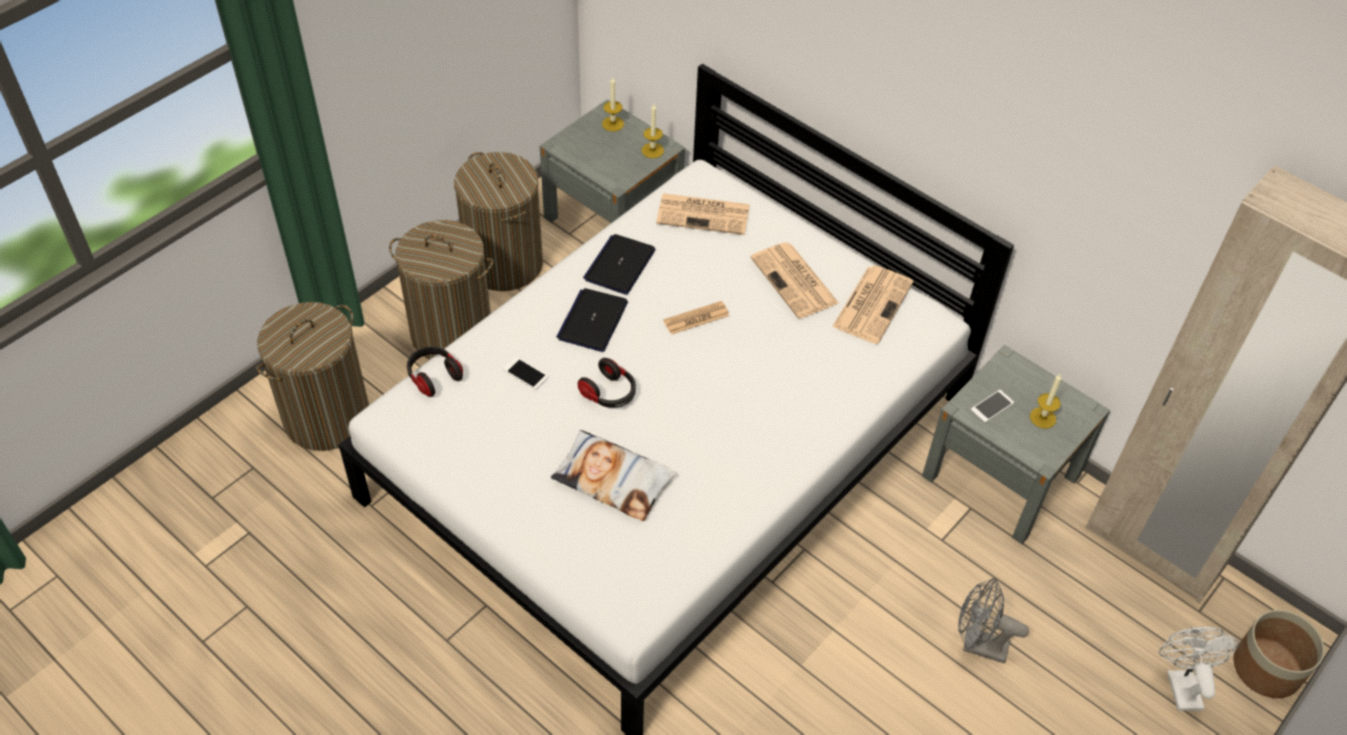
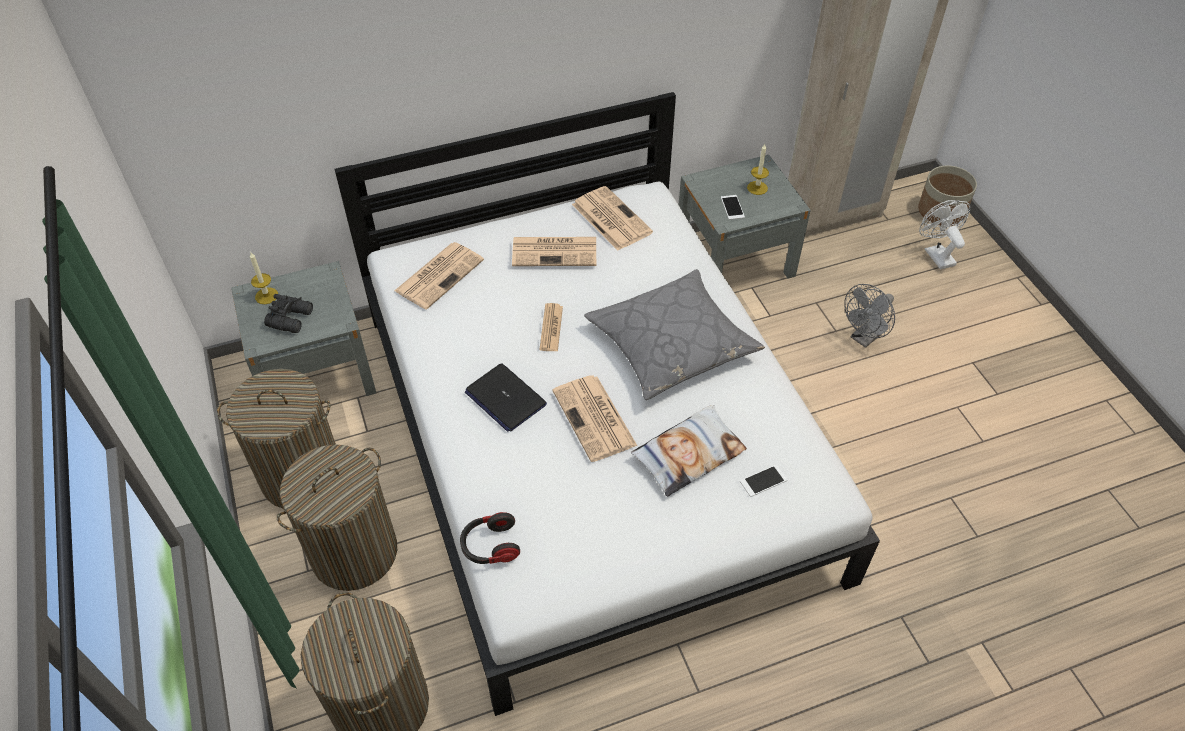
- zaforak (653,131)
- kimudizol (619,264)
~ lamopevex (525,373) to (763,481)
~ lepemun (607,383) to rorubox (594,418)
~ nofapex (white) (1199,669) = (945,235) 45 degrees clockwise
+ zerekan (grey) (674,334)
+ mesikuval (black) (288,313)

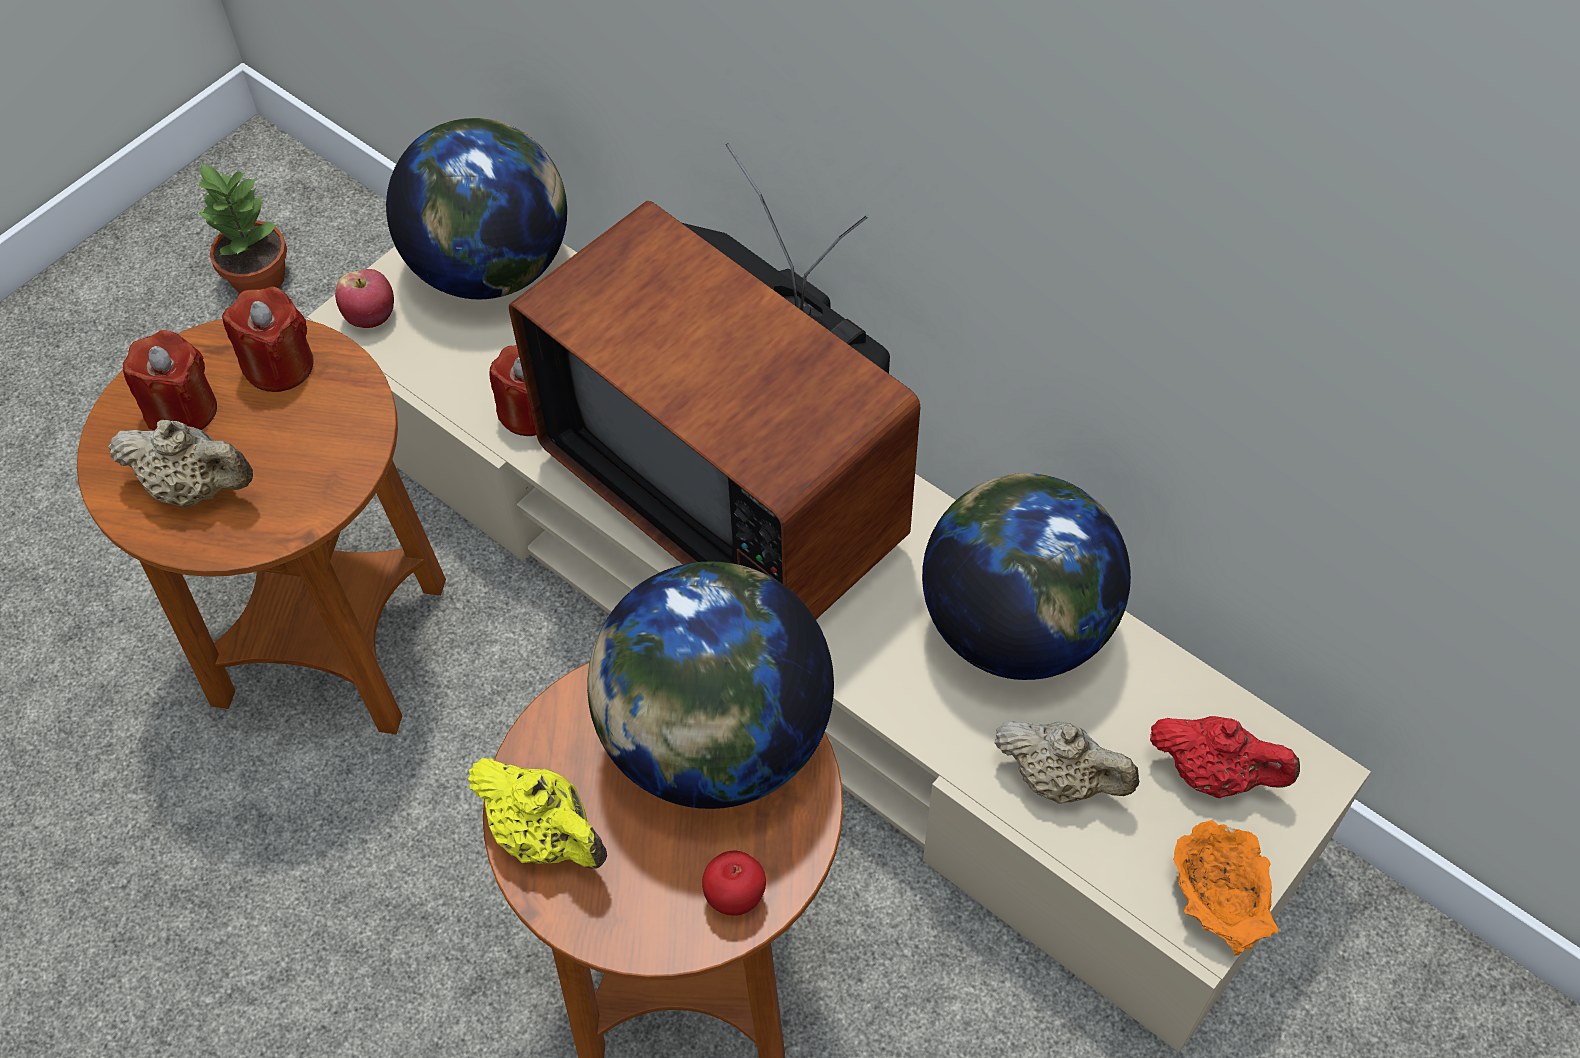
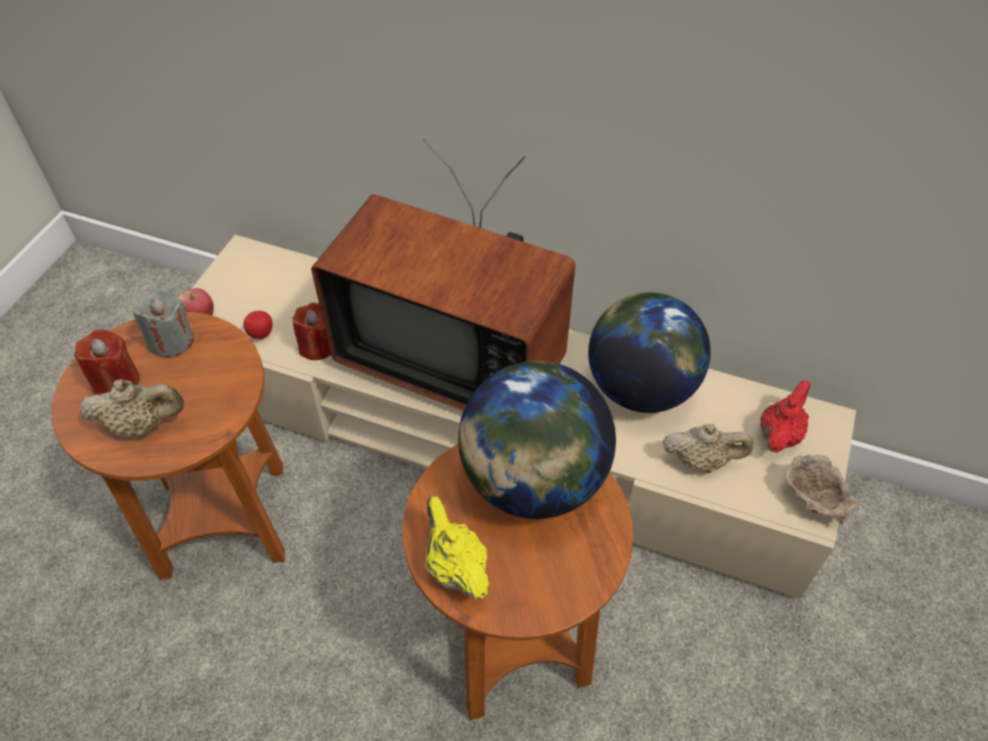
- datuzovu (476,208)
- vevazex (241,227)
~ zaforak (red) (268,339) to zaforak (grey) (163,322)
~ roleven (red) (1225,757) = (785,416) 60 degrees counterclockwise
~ roleven (yellow) (537,813) = (457,548) 135 degrees counterclockwise
~ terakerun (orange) (1226,888) to terakerun (beige) (822,490)
~ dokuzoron (734,883) to (258,325)

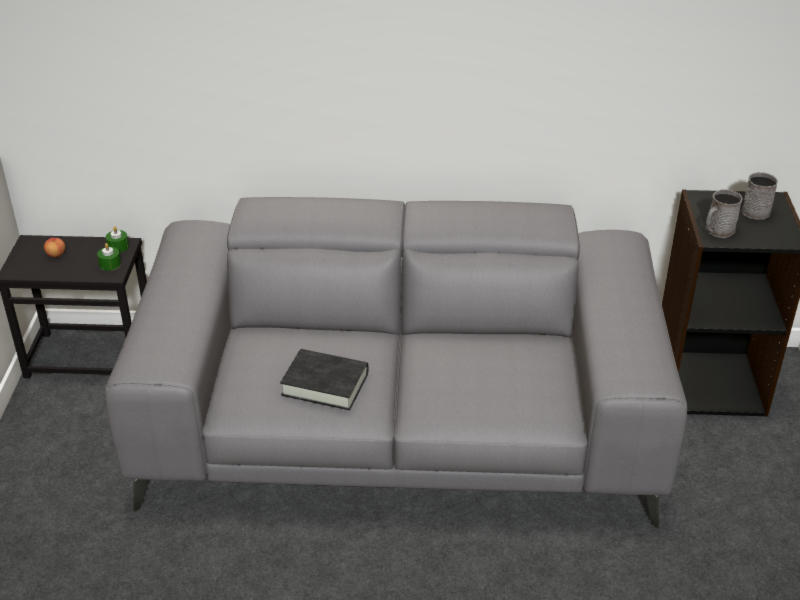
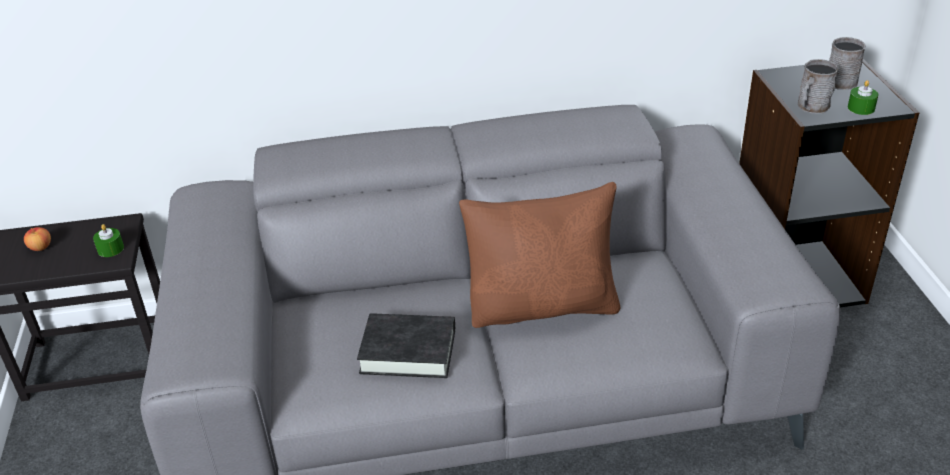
~ zaforak (green) (117,239) to (863,97)
+ zerekan (brown) (540,255)

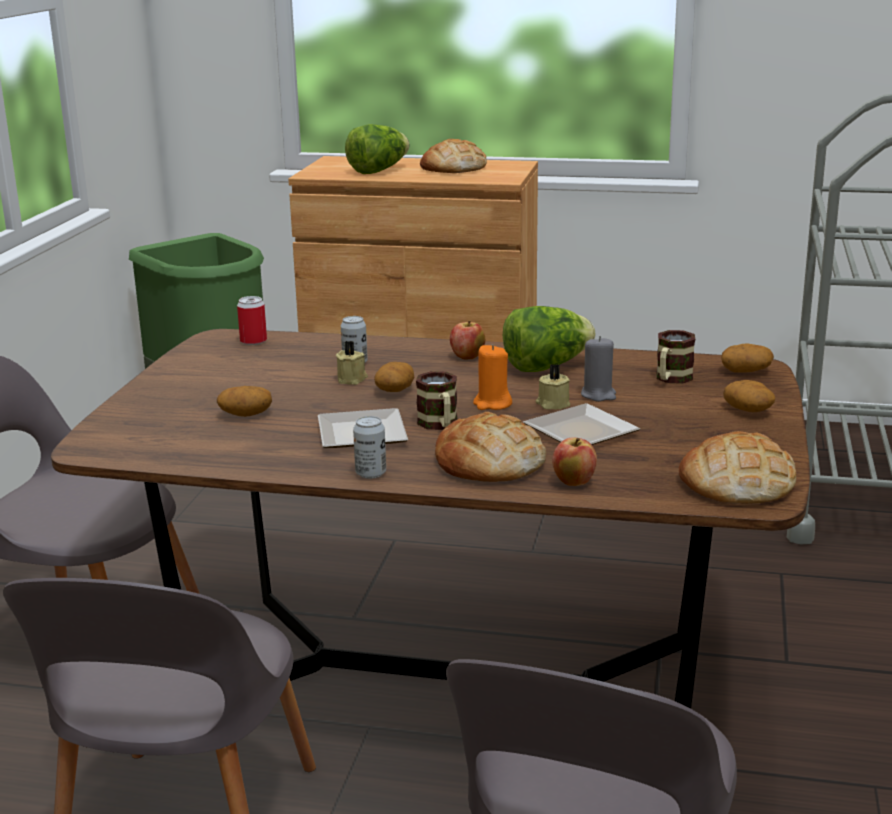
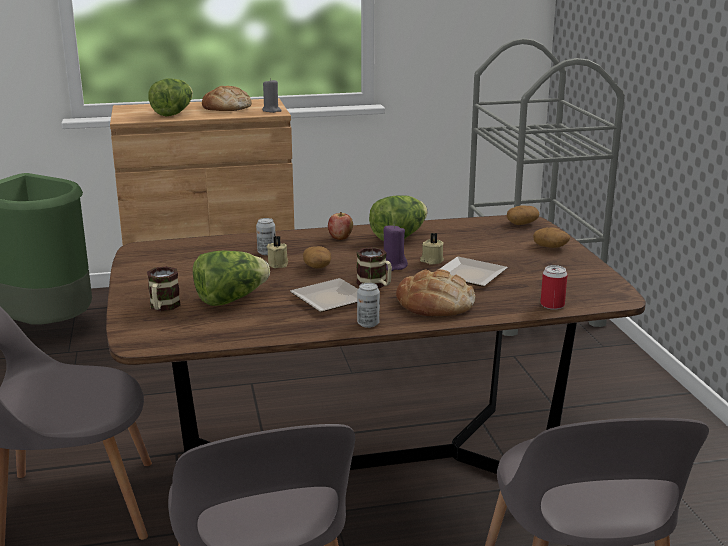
~ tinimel (252,320) to (554,287)
~ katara (675,357) to (164,288)
~ zaforak (grey) (598,369) to (272,95)
~ zaforak (orange) (492,377) to zaforak (purple) (396,247)
~ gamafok (244,401) to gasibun (231,278)
- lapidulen (737,467)
- dokuzoron (574,461)

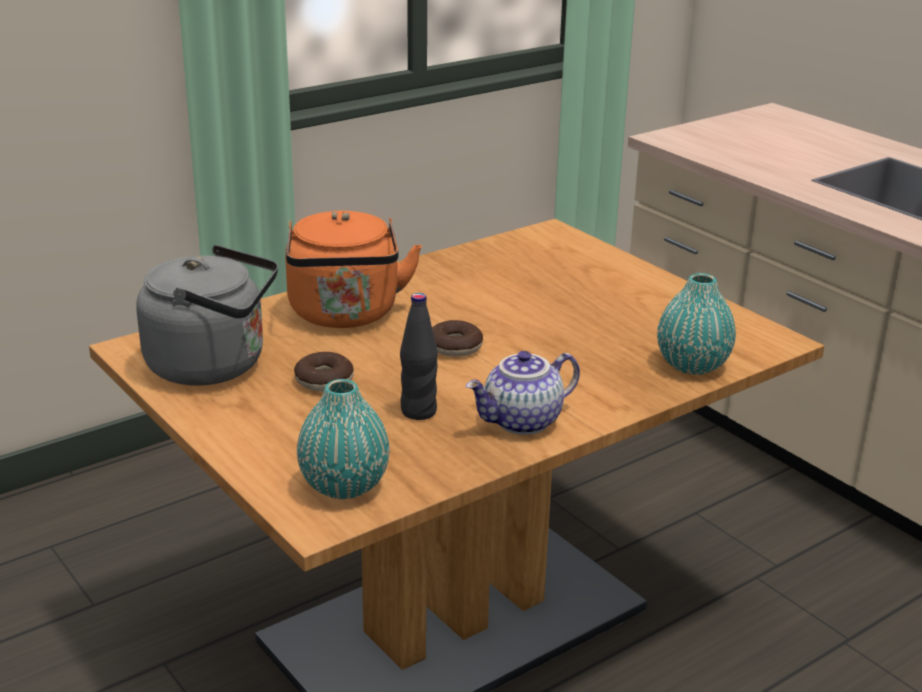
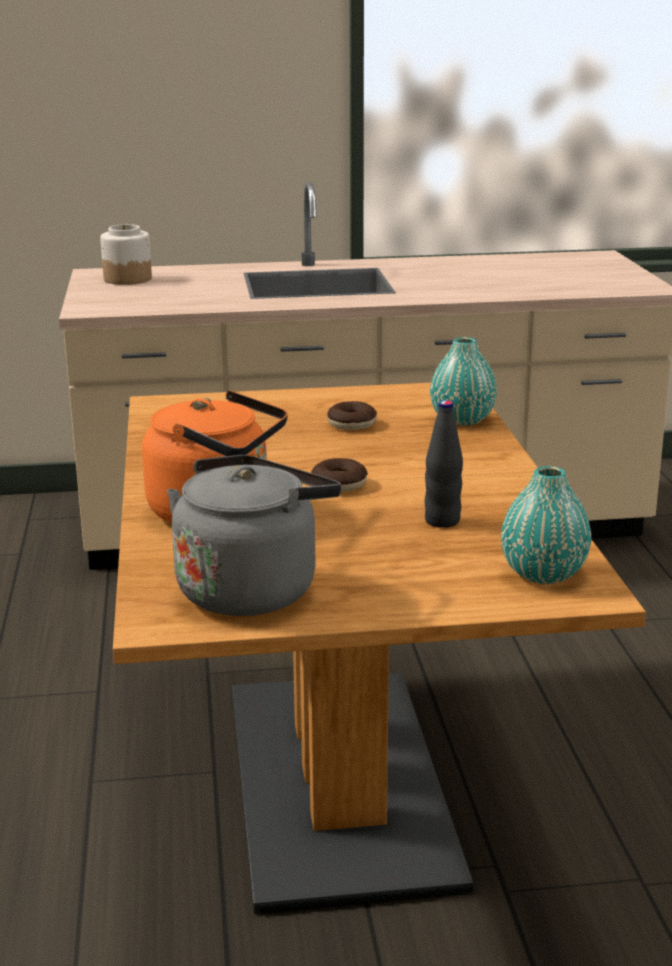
- roleven (523,393)
~ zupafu (324,371) to (352,415)
+ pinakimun (126,254)

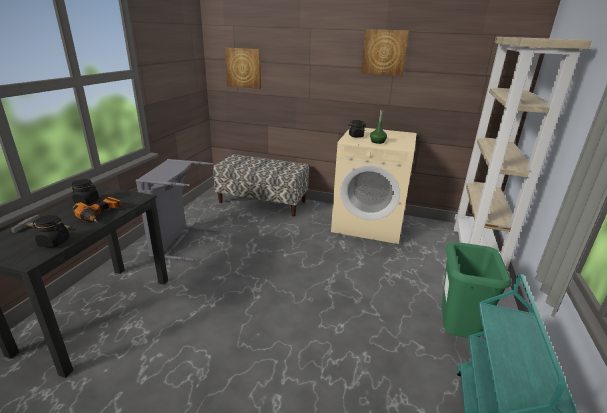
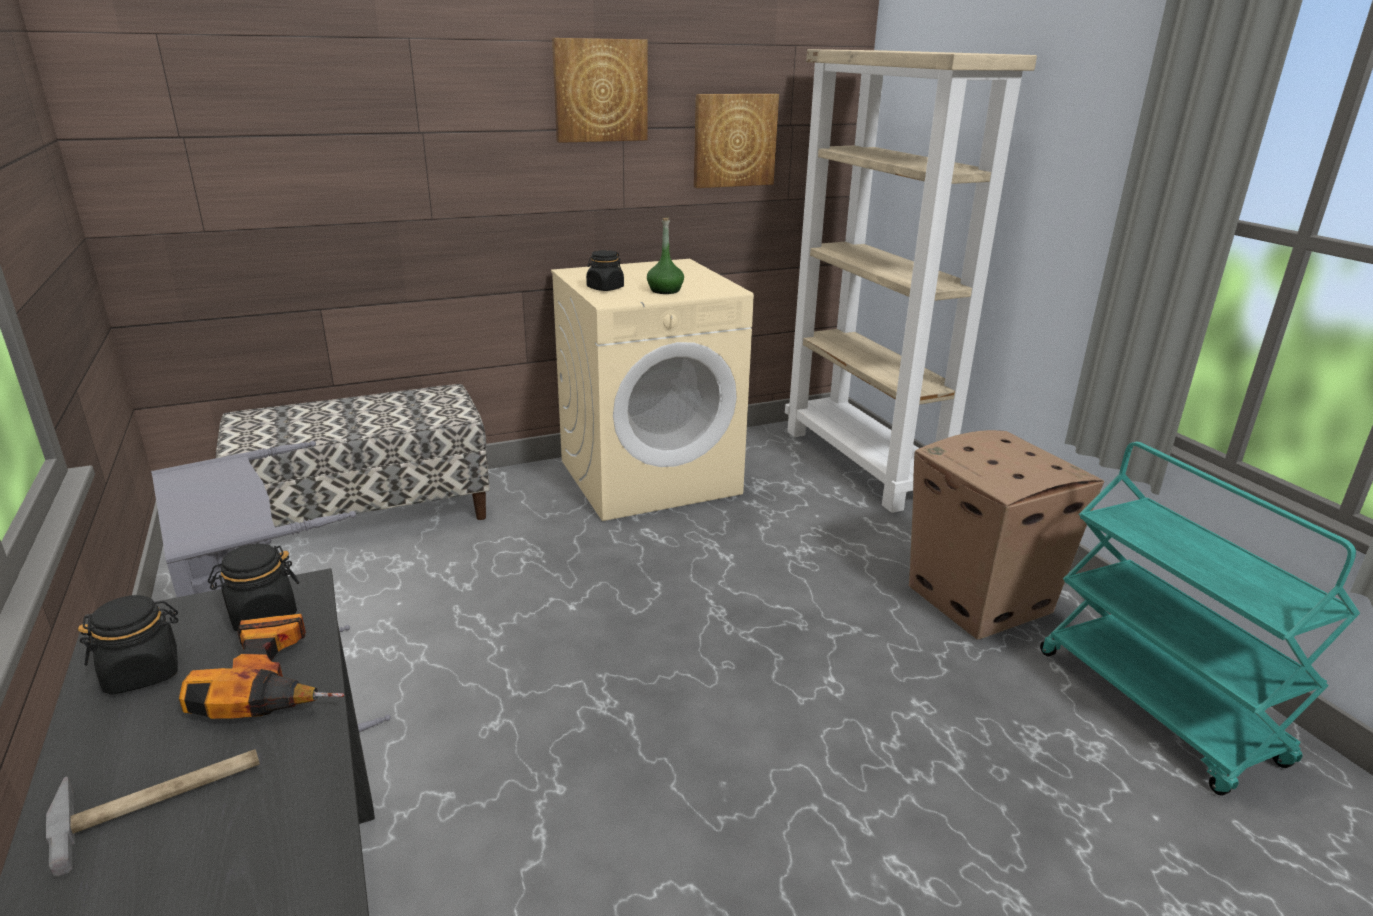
~ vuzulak (243,68) to (736,141)
~ pinakimun (black) (51,231) to (253,587)
~ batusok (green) (476,290) to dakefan (1006,534)

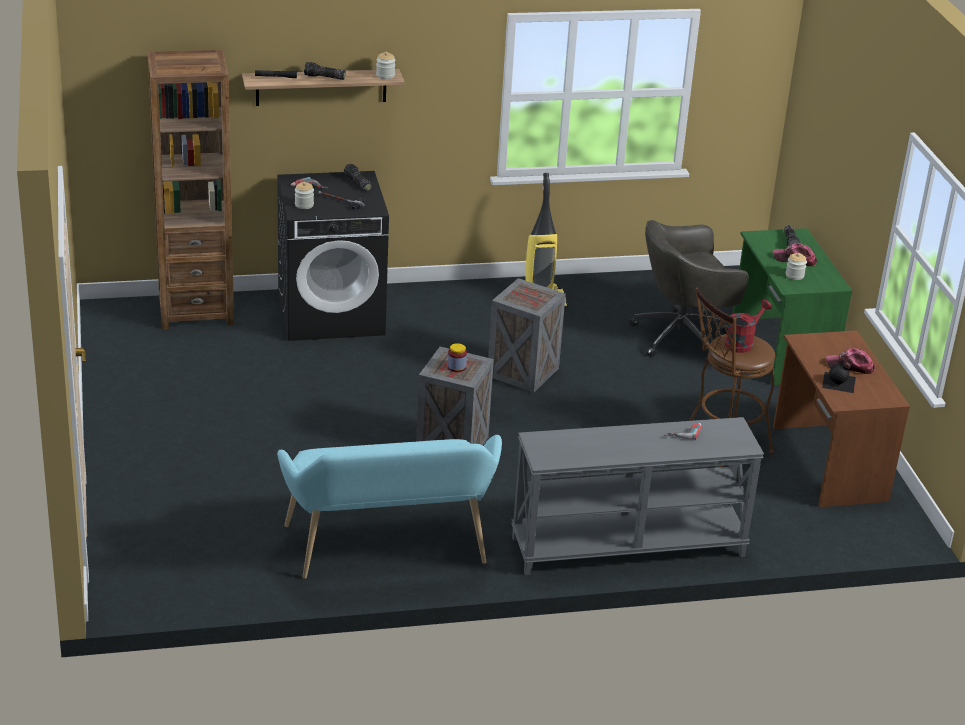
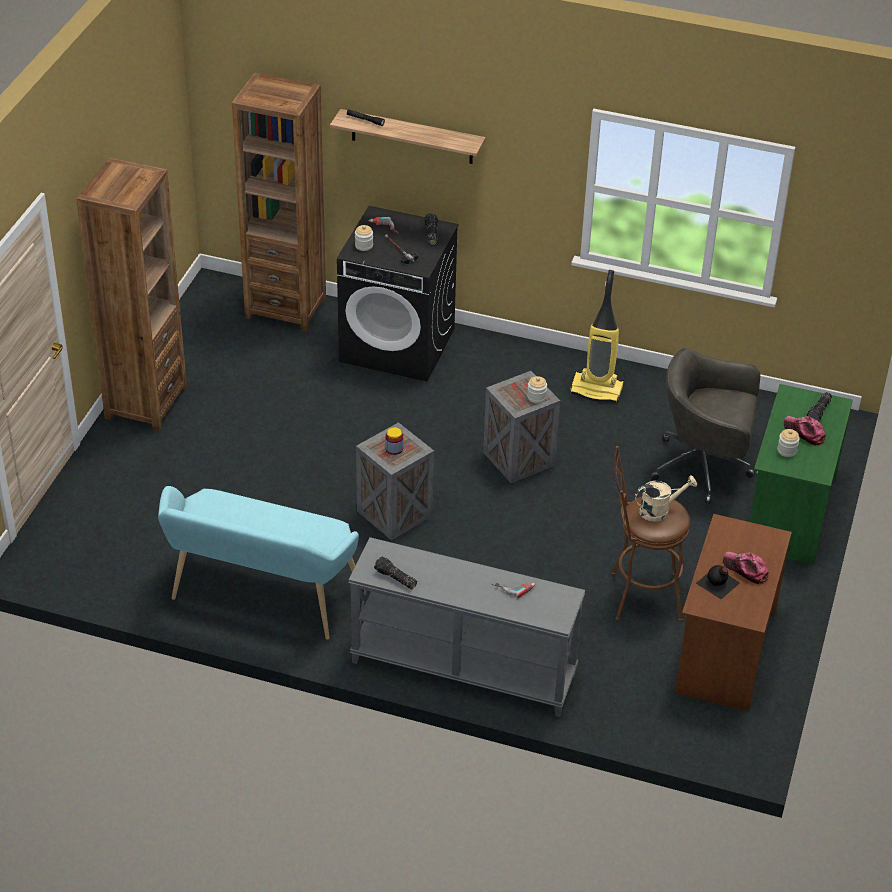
~ pinakimun (386,65) to (537,389)
~ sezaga (325,71) to (395,573)
~ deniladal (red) (748,326) to deniladal (beige) (666,498)
+ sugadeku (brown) (131,294)

